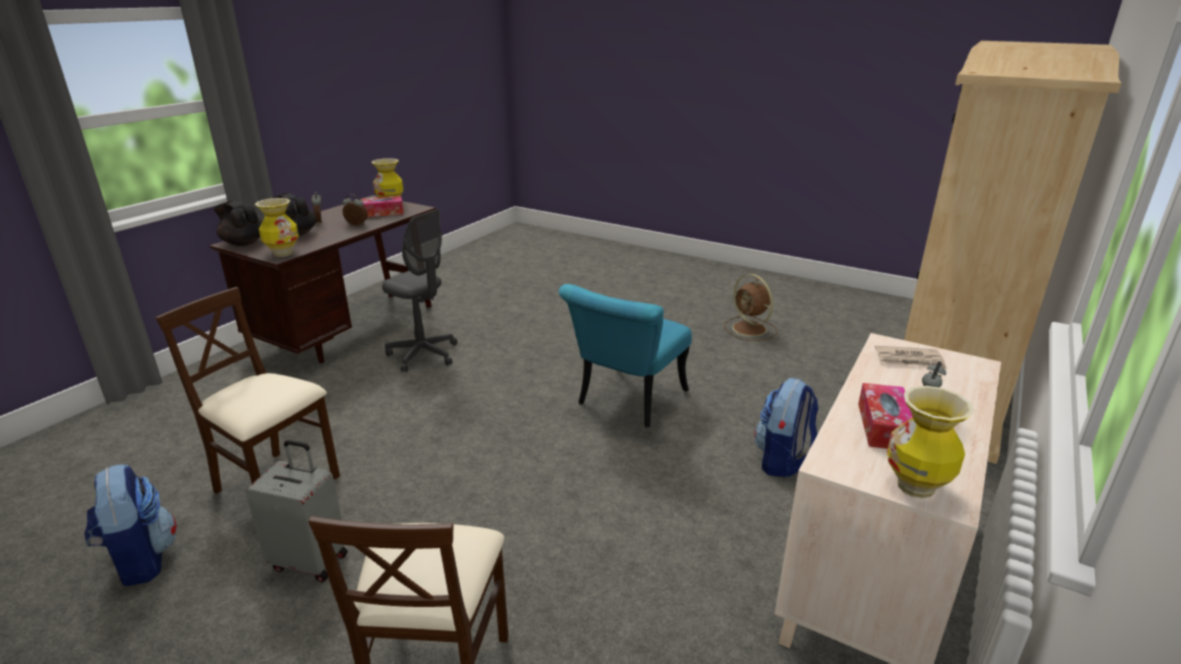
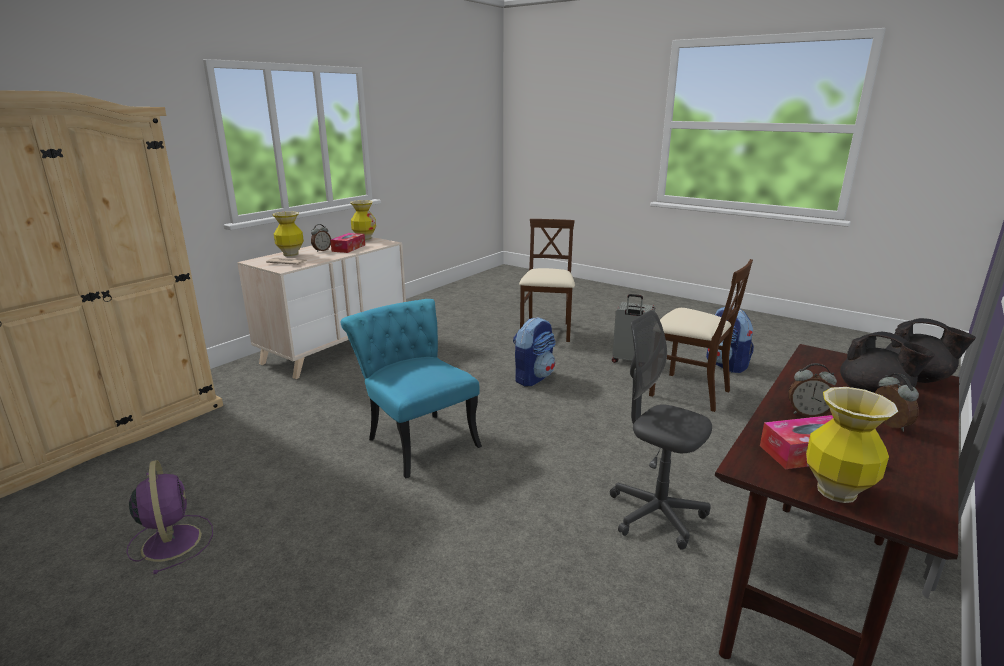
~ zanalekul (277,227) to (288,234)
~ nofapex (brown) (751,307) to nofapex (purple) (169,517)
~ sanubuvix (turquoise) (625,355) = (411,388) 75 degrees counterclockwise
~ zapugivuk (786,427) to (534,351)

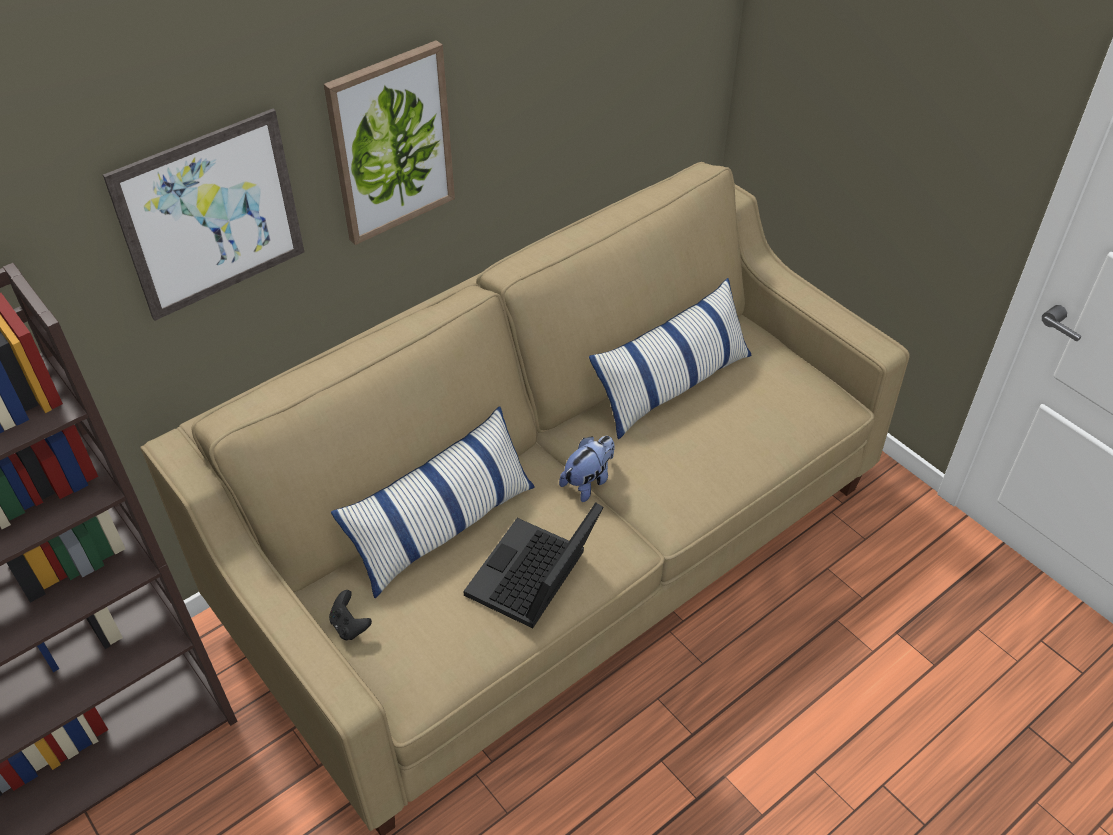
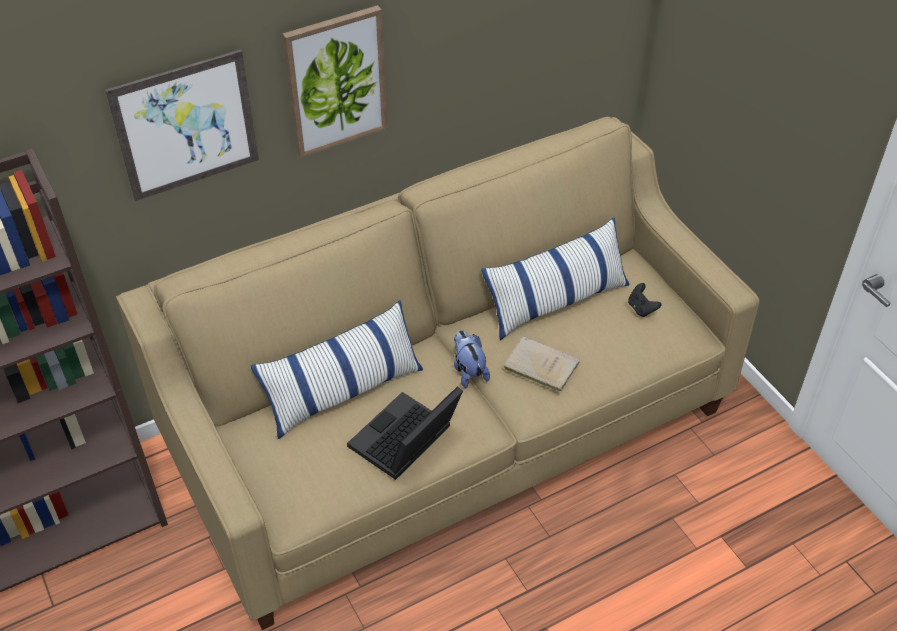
~ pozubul (587,469) = (472,359) 75 degrees counterclockwise
~ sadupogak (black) (350,615) to (644,300)
+ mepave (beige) (541,364)

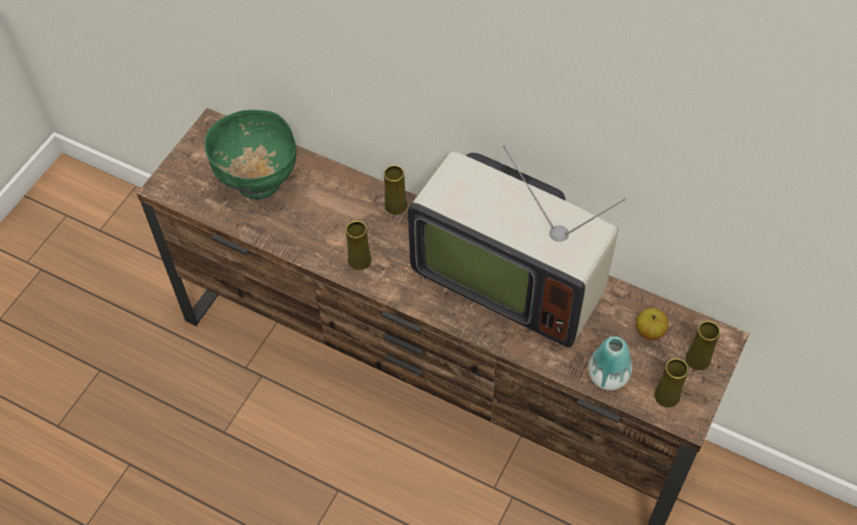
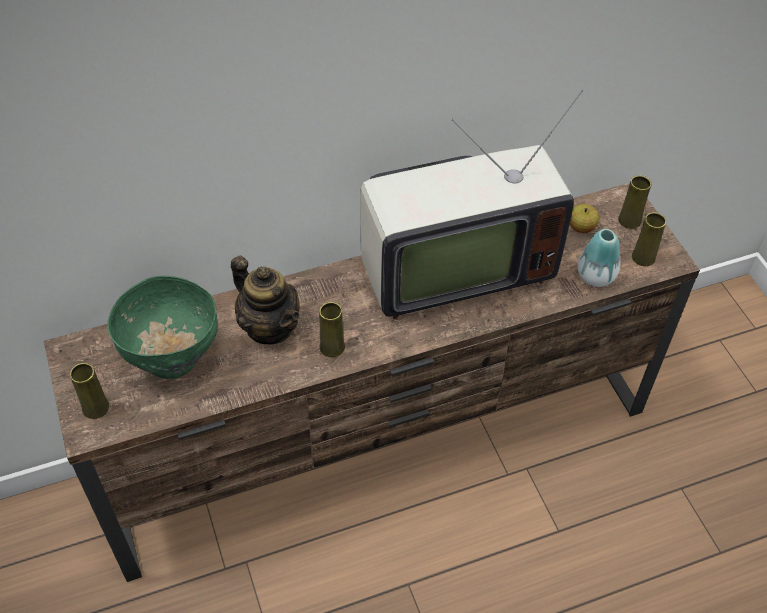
~ zanalekul (yellow) (395,190) to (89,391)
+ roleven (265,300)

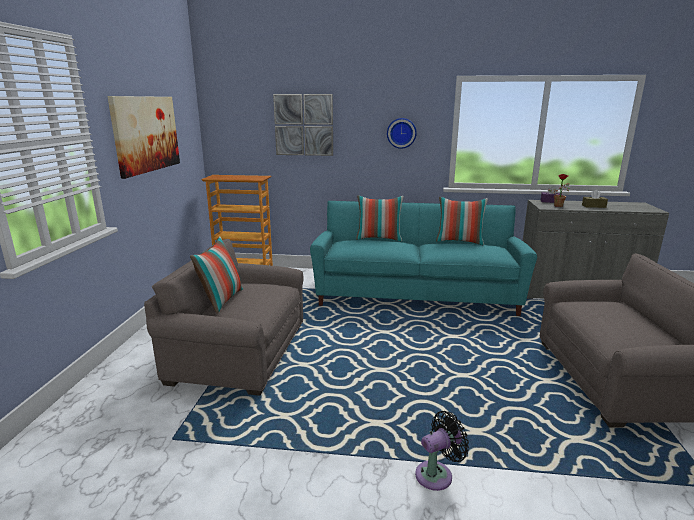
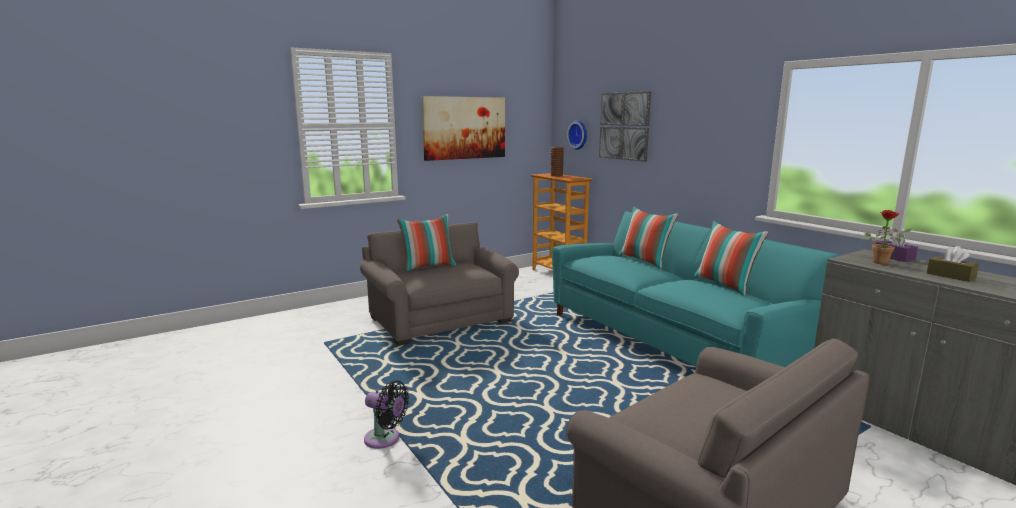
~ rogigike (402,133) to (577,135)
+ zanalekul (brown) (557,162)

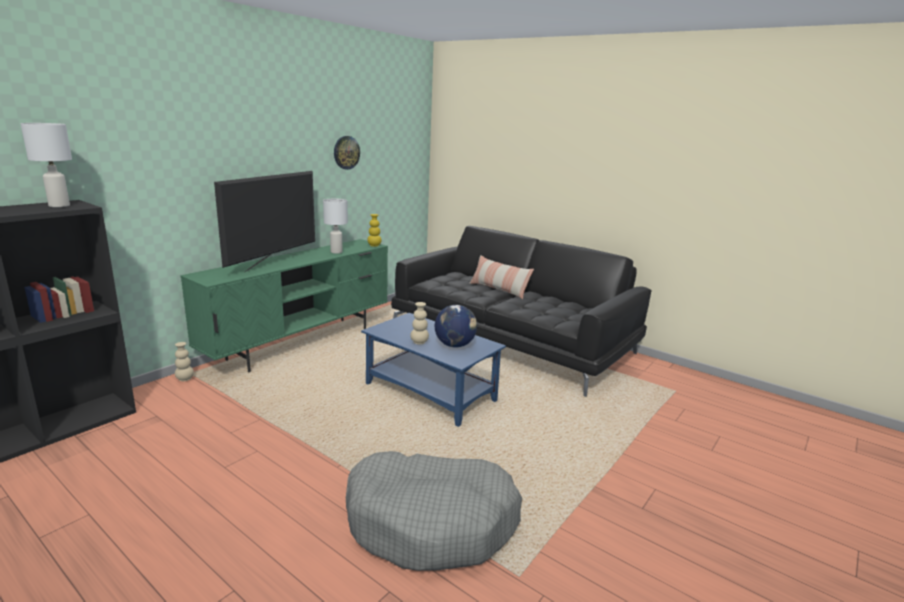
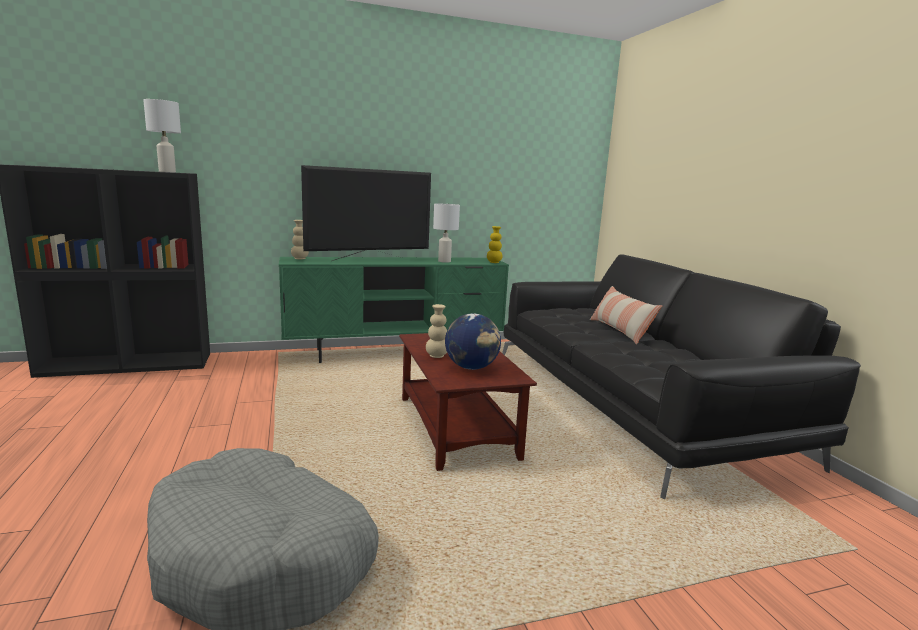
- rogigike (347,153)
~ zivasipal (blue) (433,370) to zivasipal (brown) (468,402)
~ zanalekul (beige) (184,361) to (300,239)

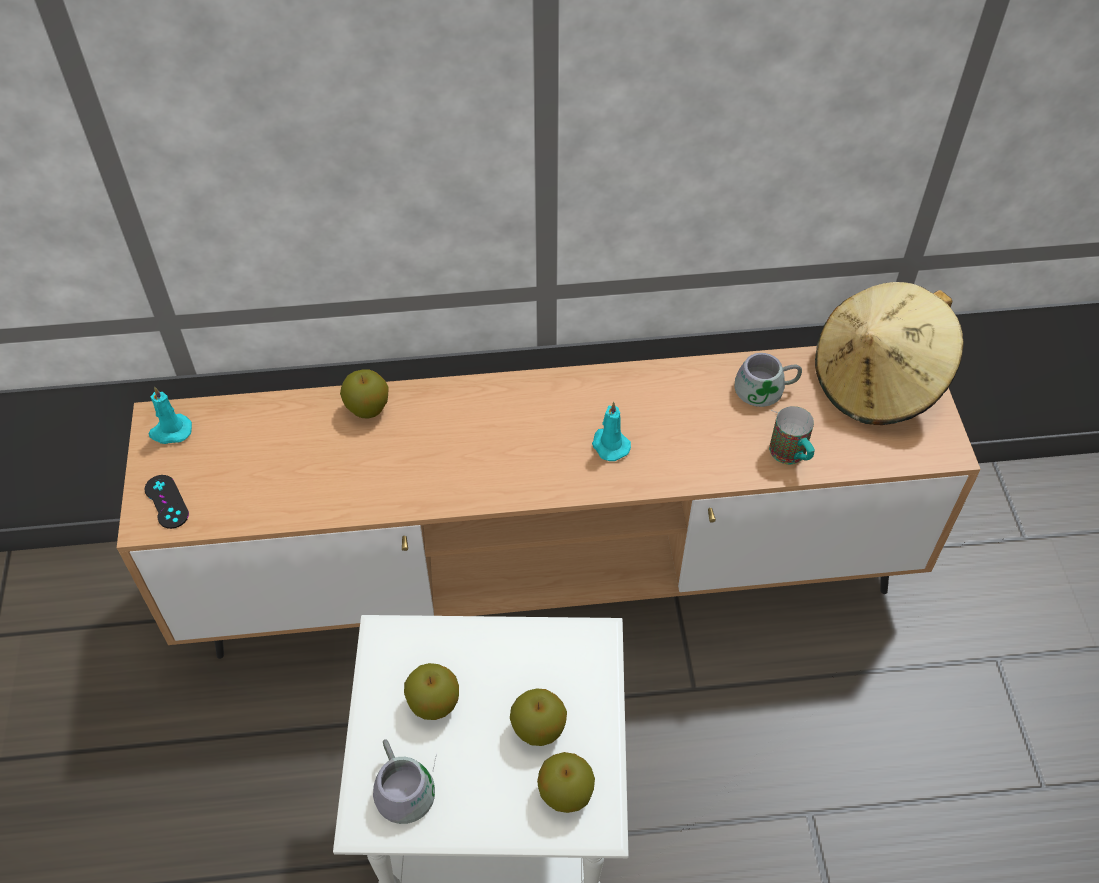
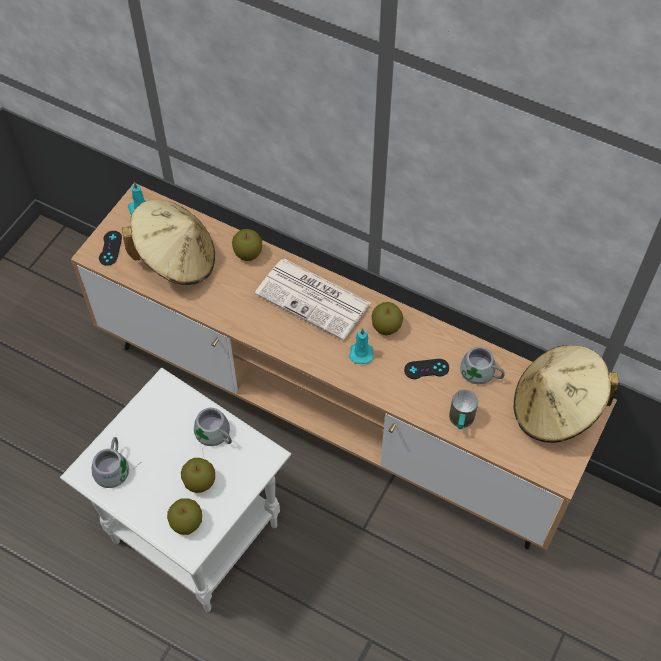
~ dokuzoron (431,691) to (387,318)
+ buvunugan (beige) (168,242)
+ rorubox (313,299)
+ sadupogak (black) (426,369)
+ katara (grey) (213,431)

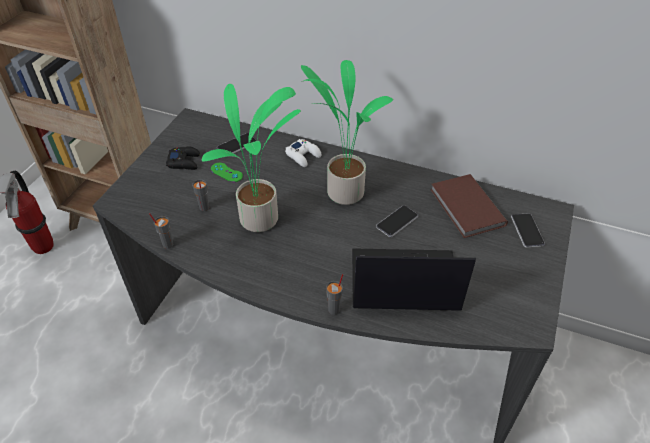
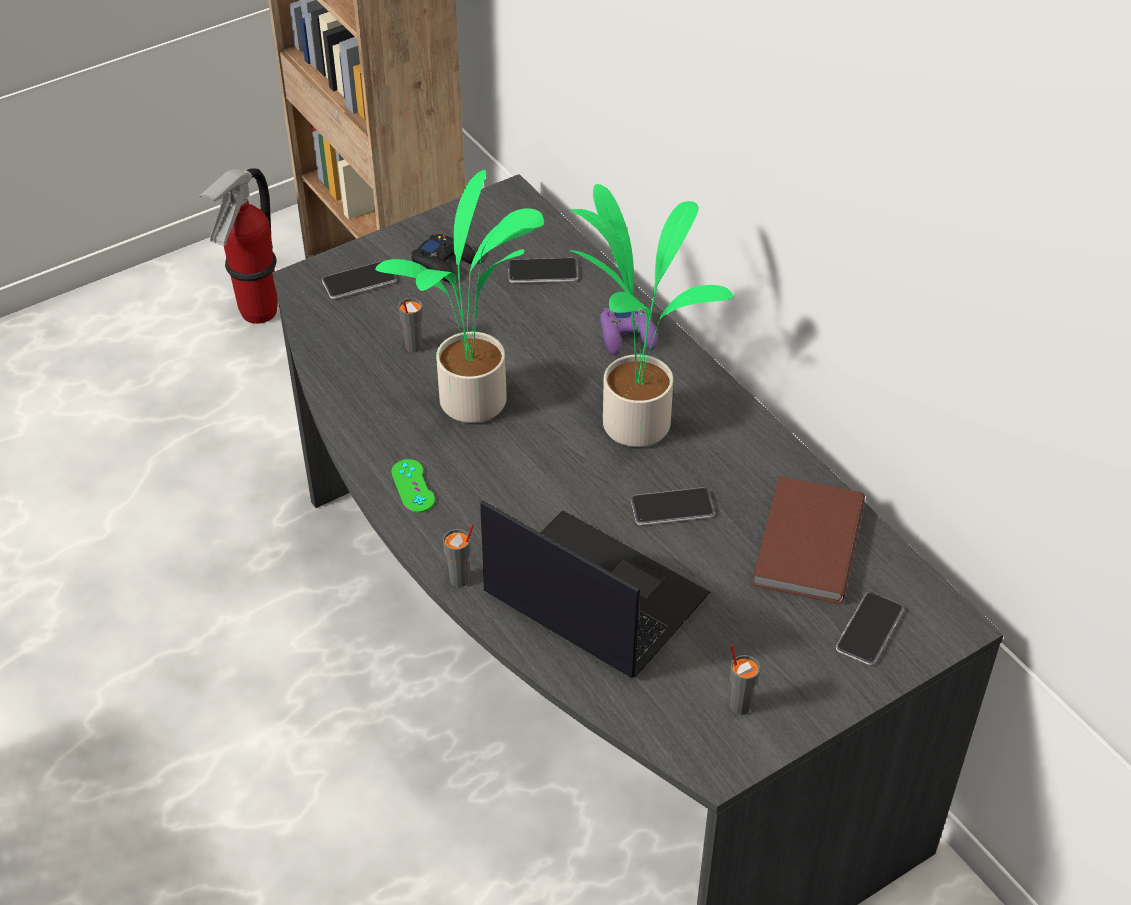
~ sadupogak (white) (303,153) to sadupogak (purple) (628,331)
~ sadupogak (green) (227,172) to (413,486)
~ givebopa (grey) (161,231) to (745,679)
+ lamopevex (359,280)

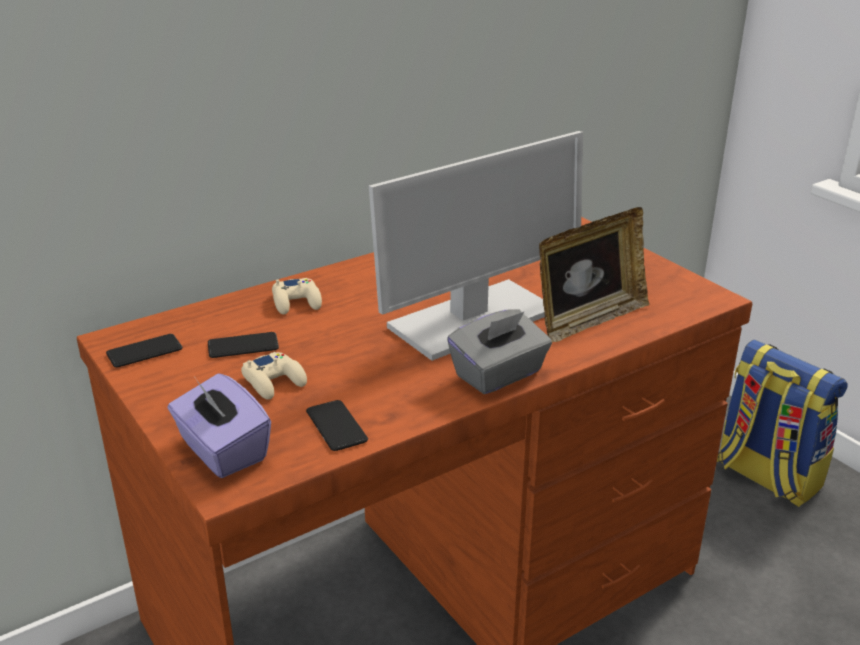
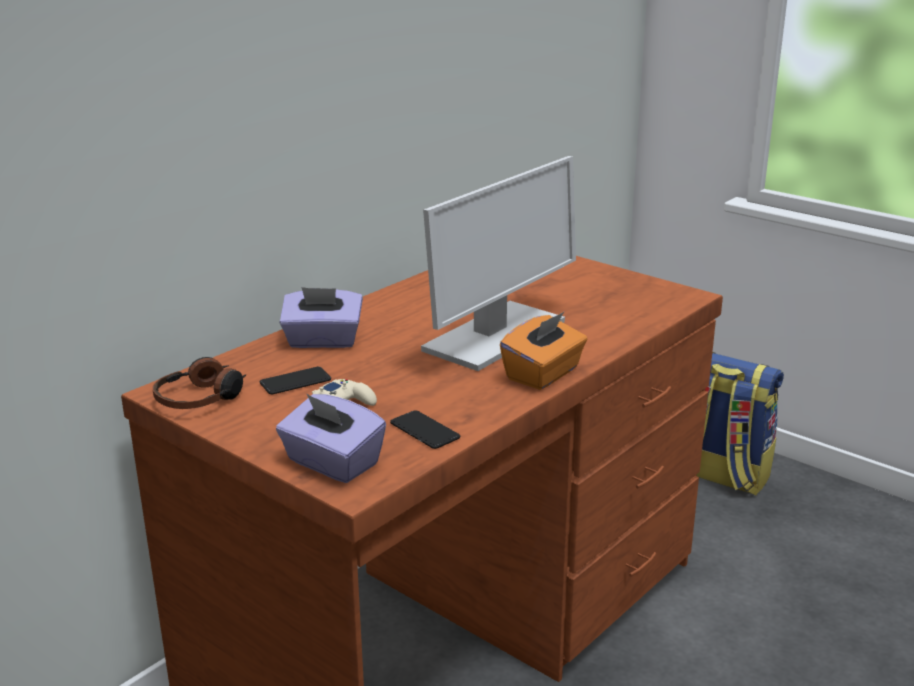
- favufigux (594,275)
~ sadupogak (beige) (297,296) to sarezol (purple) (321,317)
~ sarezol (grey) (499,351) to sarezol (orange) (543,351)
~ lamopevex (144,350) to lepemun (200,383)

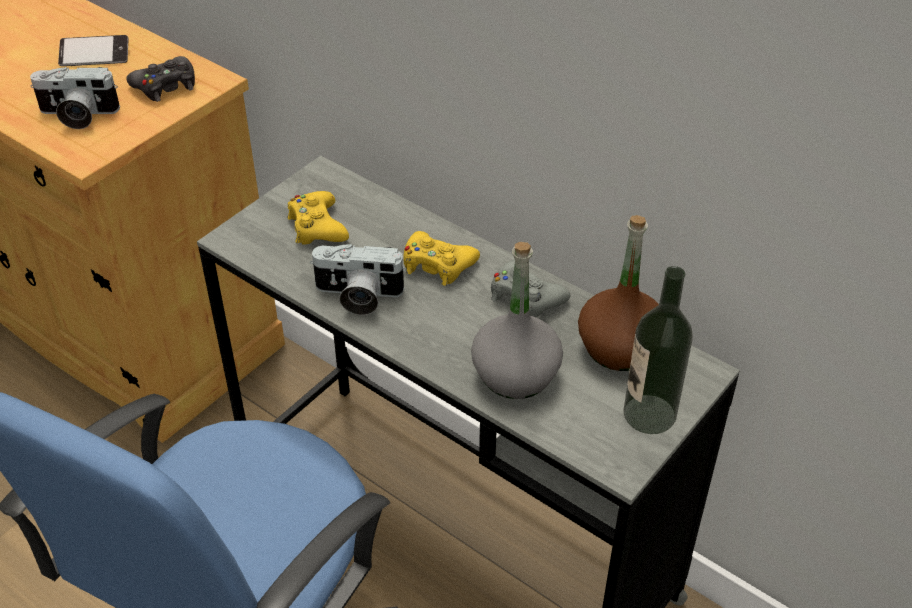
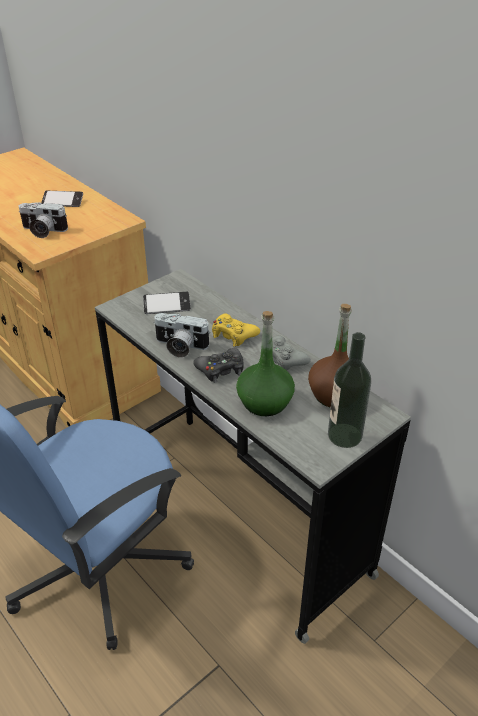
~ sadupogak (black) (161,79) to (218,365)
~ sadupogak (yellow) (318,218) to lamopevex (167,303)
~ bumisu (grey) (517,320) to bumisu (green) (265,363)

